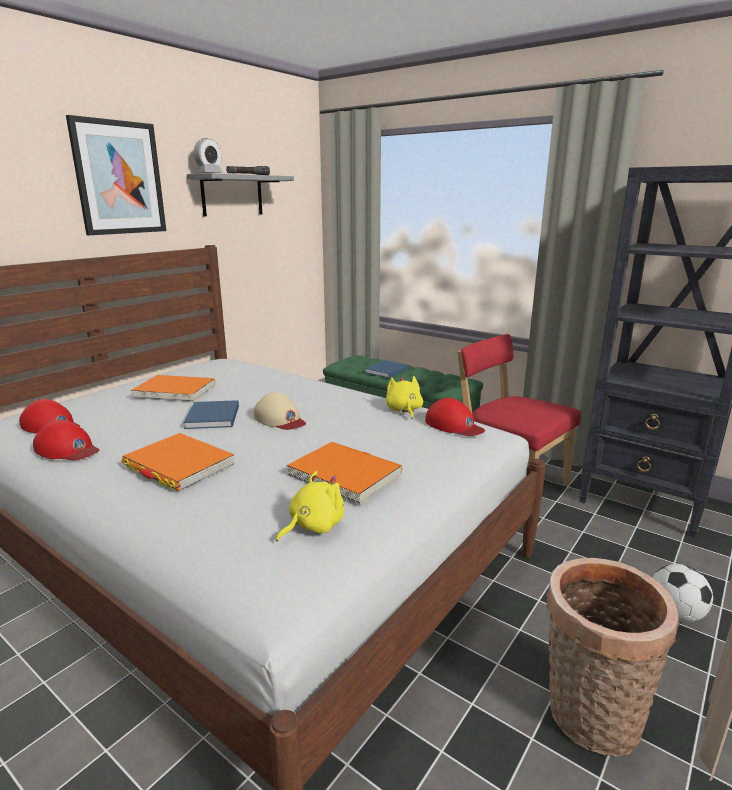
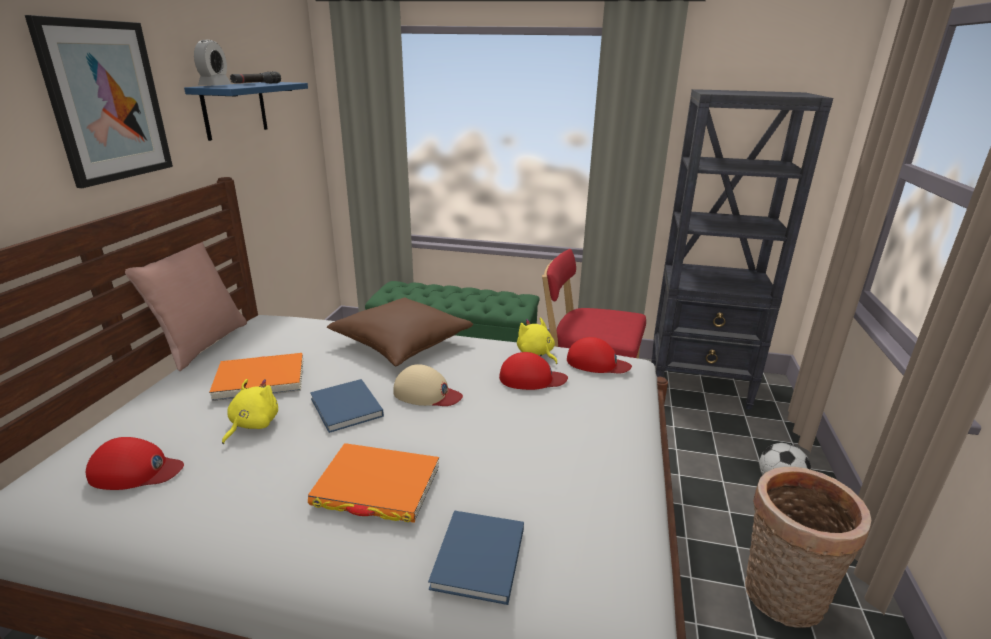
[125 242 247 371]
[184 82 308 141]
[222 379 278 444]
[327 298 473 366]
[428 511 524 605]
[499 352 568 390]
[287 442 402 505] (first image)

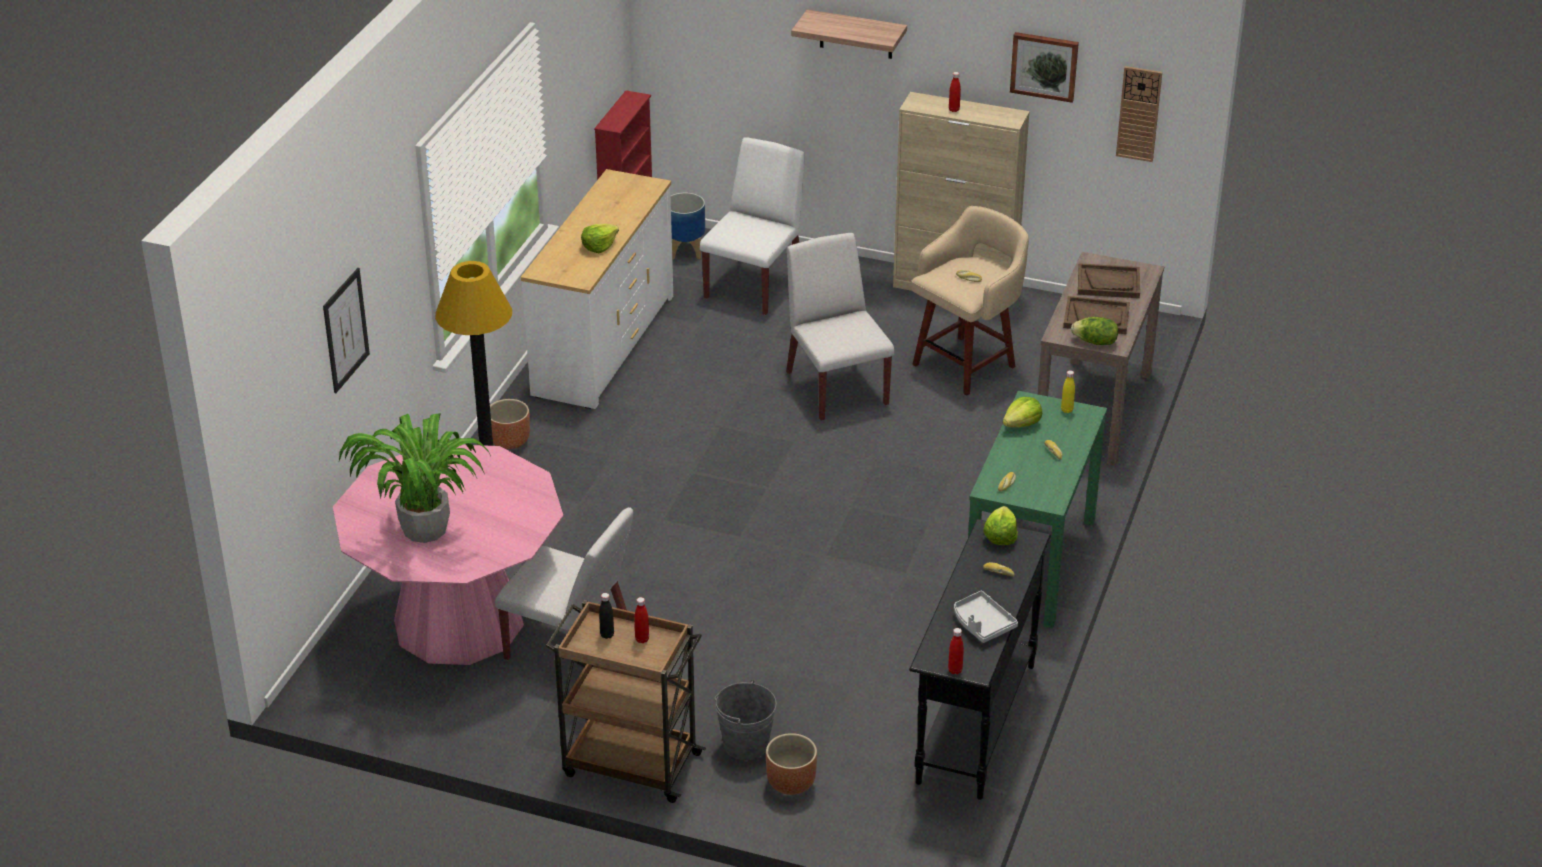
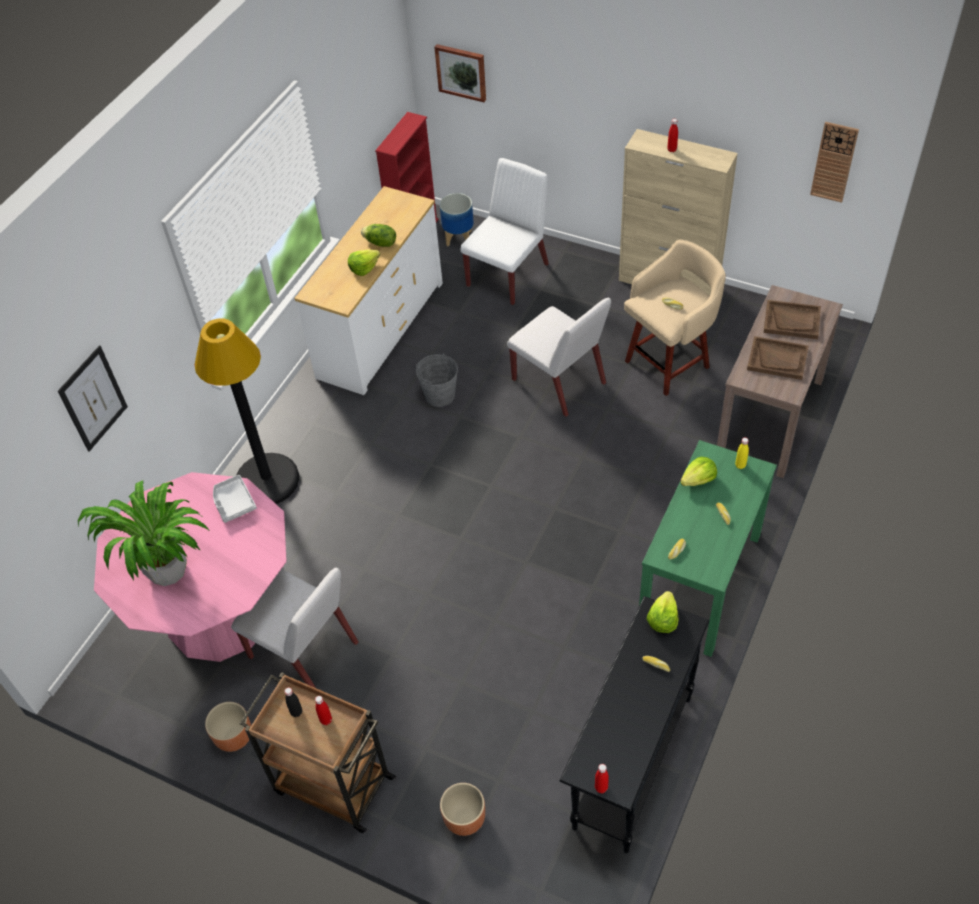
[205 702 251 752]
[213 475 257 523]
[361 224 396 247]
[416 353 458 407]
[434 44 486 102]
[507 298 611 417]
[791 9 907 59] (first image)

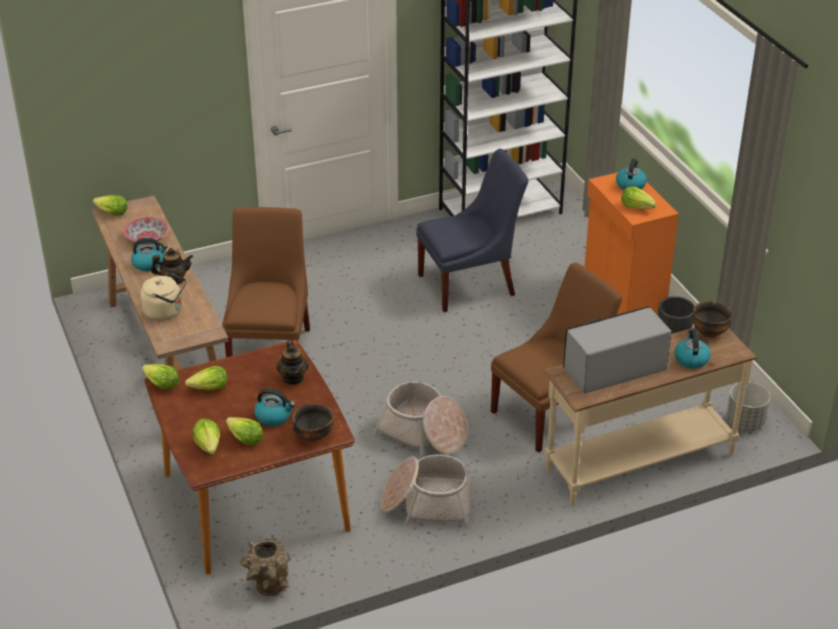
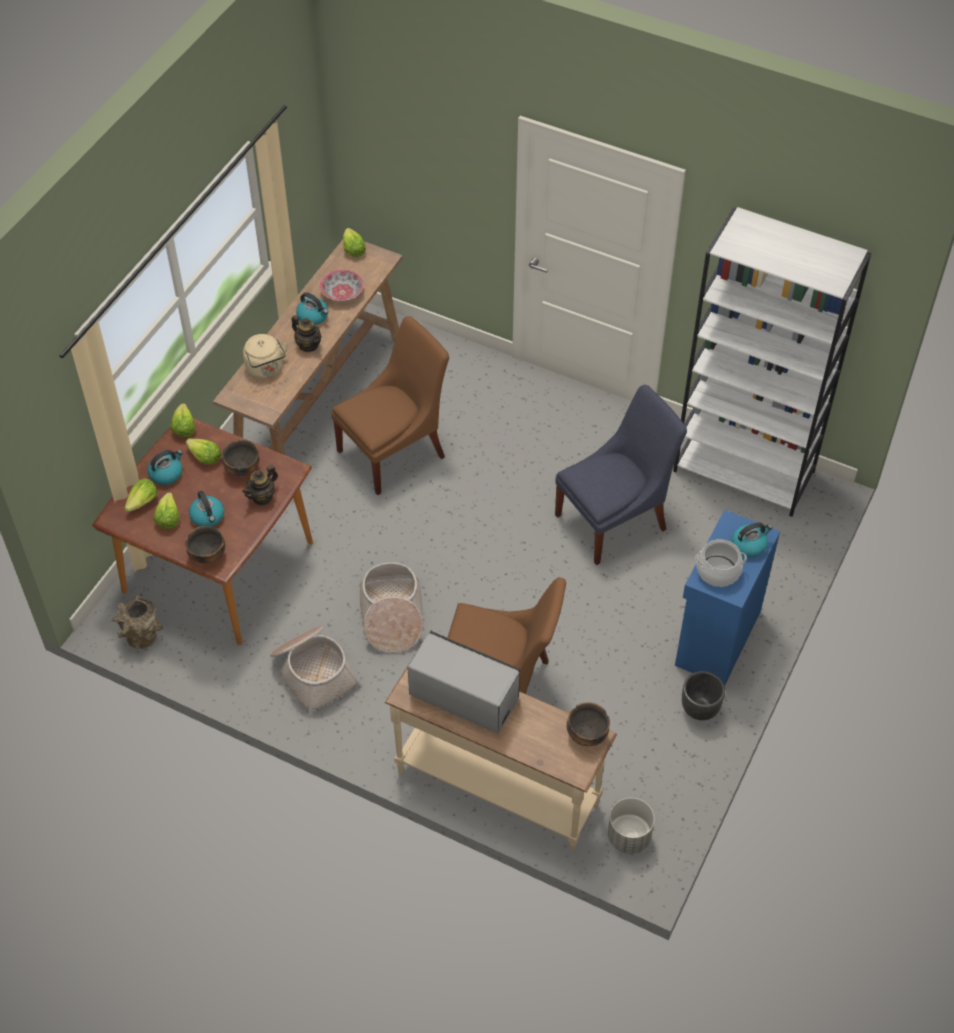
[147 450 183 485]
[222 439 259 476]
[555 385 687 565]
[675 510 780 686]
[695 539 747 587]

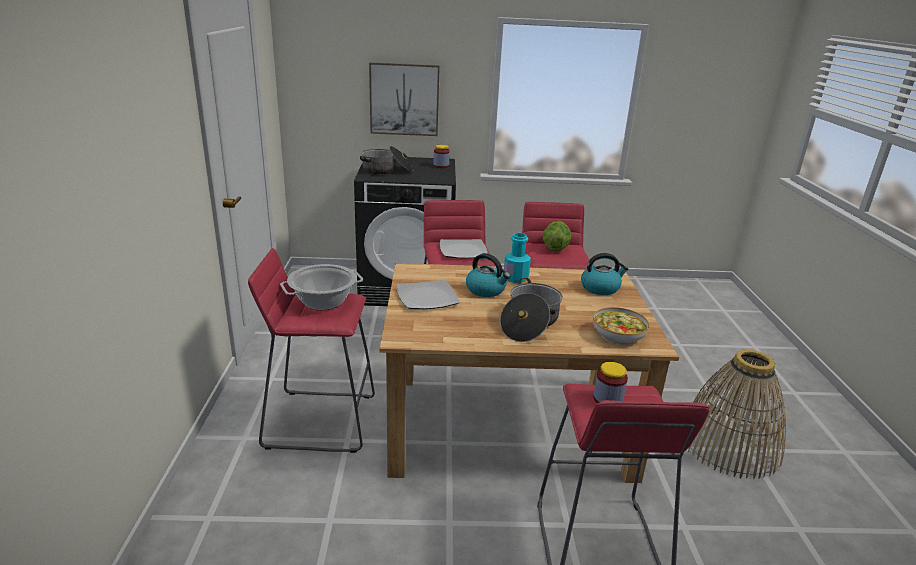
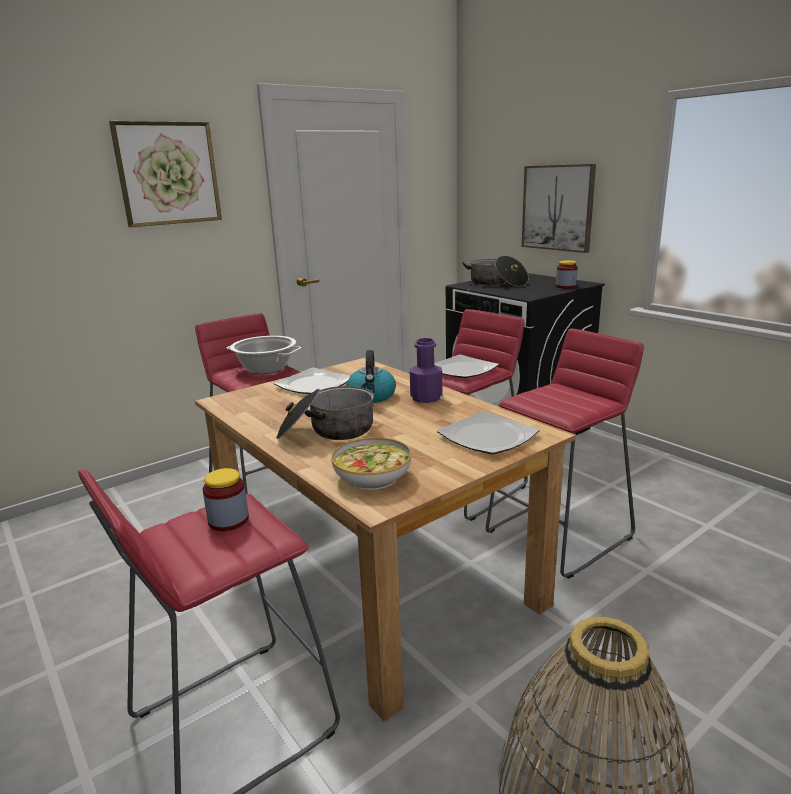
[109 121 222 227]
[409 338 442 403]
[437 411 540 454]
[542 221 571 252] (first image)

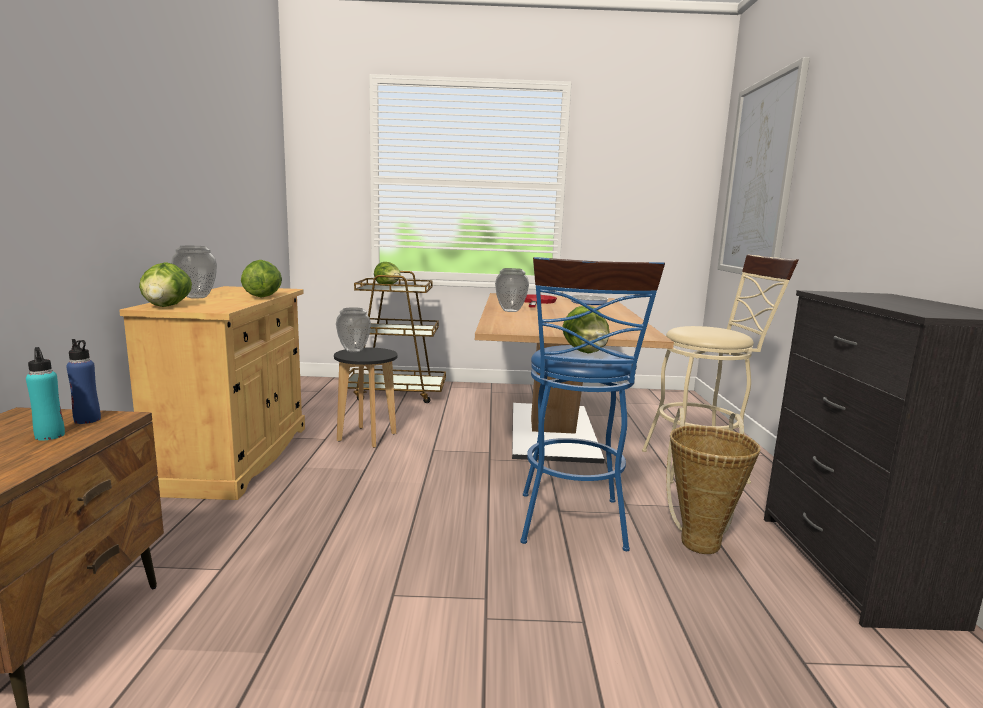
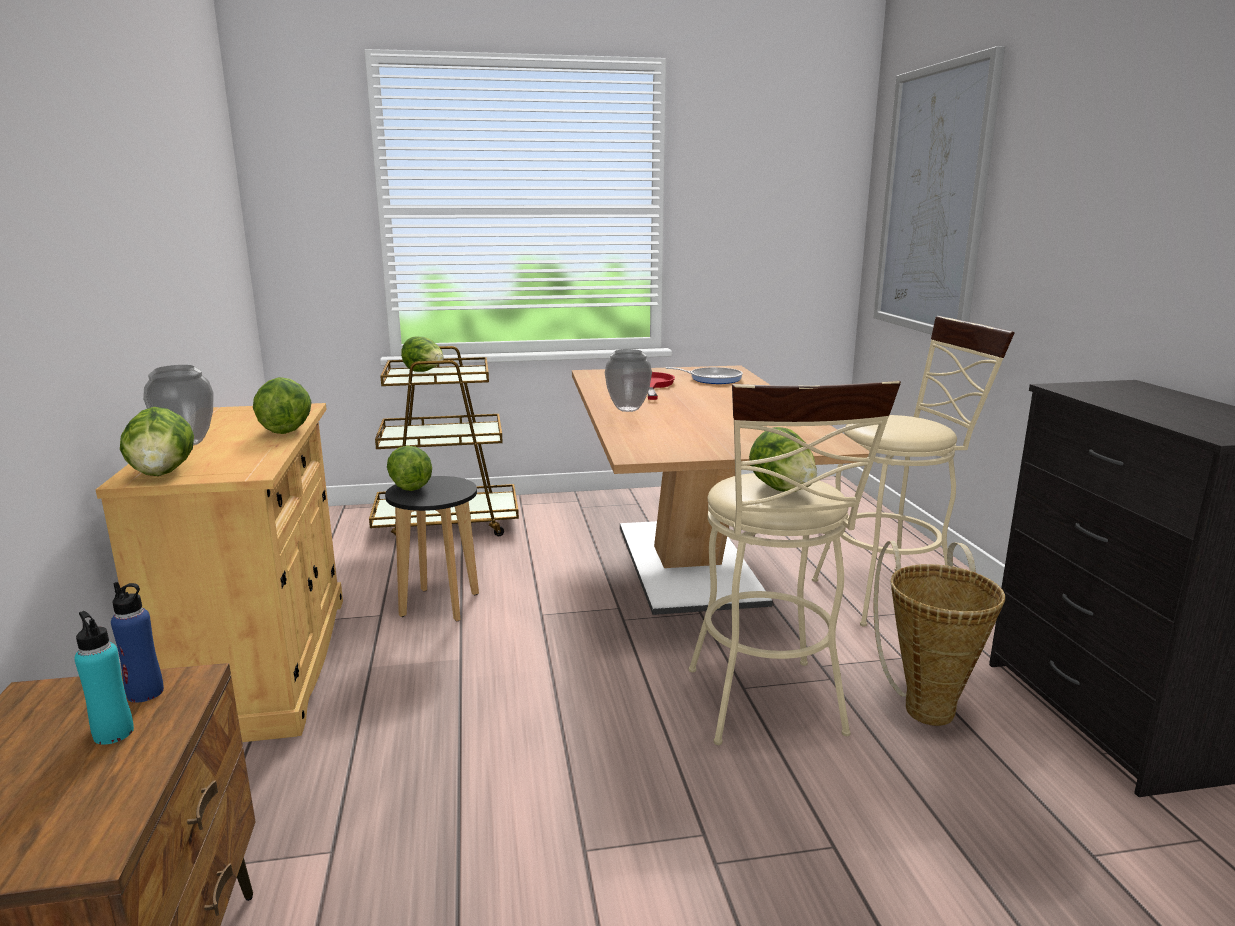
[387 446 432 491]
[689 380 901 745]

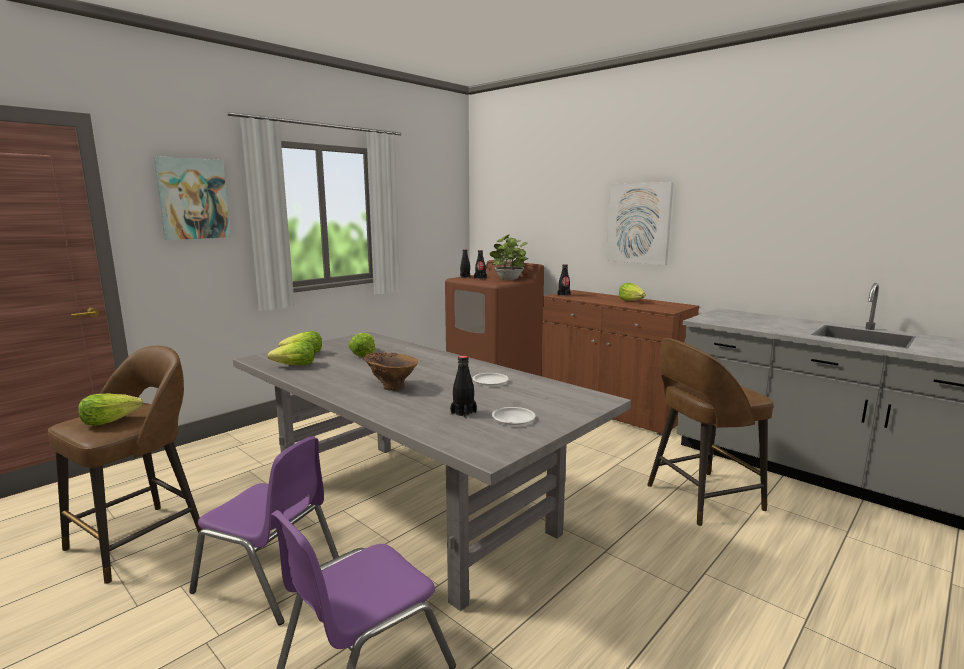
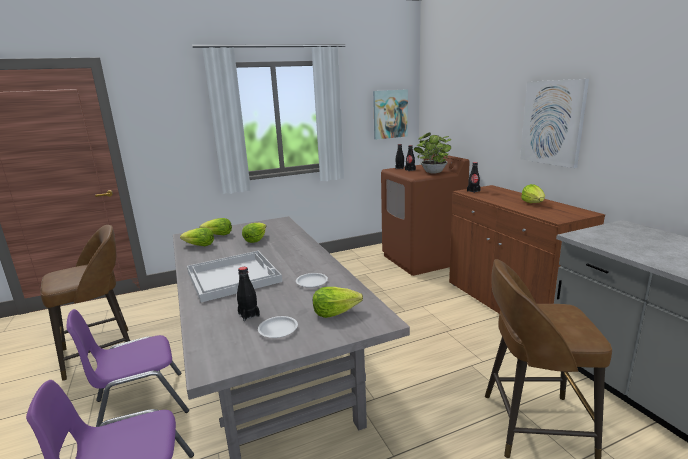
[66 309 189 427]
[187 251 282 302]
[313 287 363 318]
[373 89 408 139]

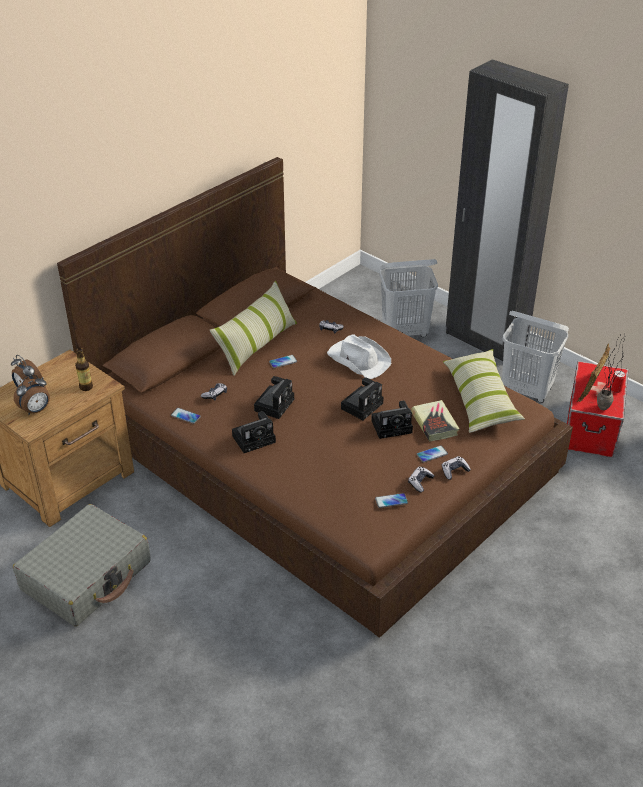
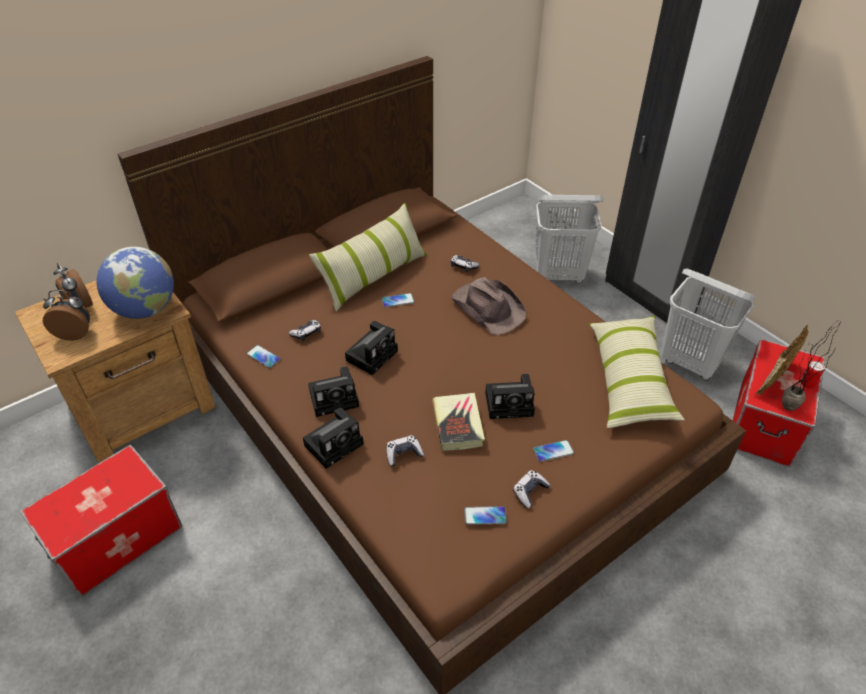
[20 445 182 597]
[43 290 90 341]
[97 247 174 319]
[303 408 364 469]
[386 435 424 466]
[432 393 485 451]
[451 277 527 335]

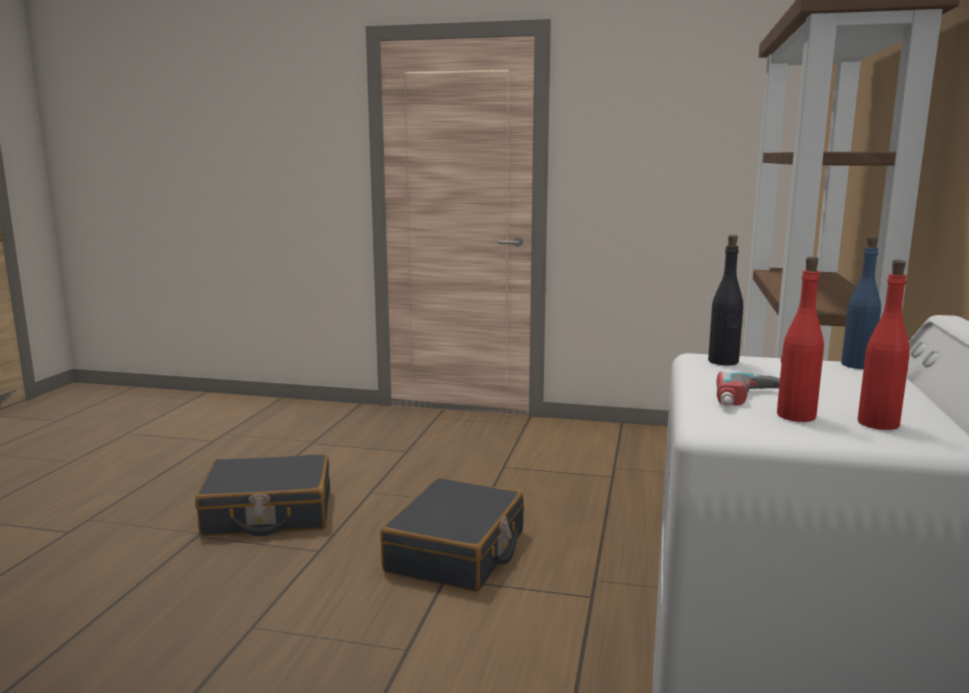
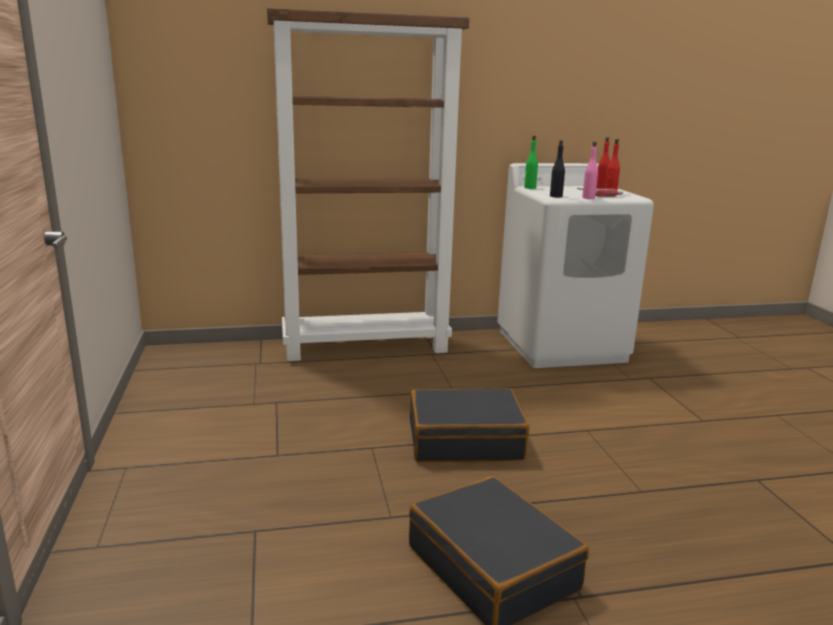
[524 136 538 189]
[582 142 598 199]

